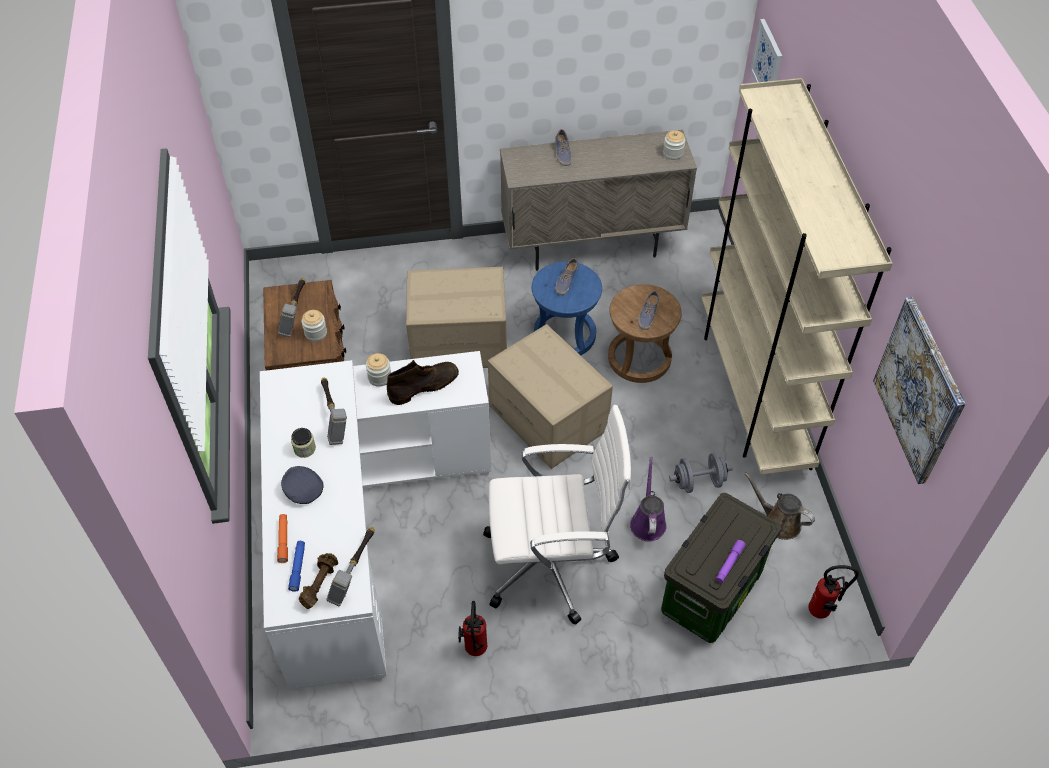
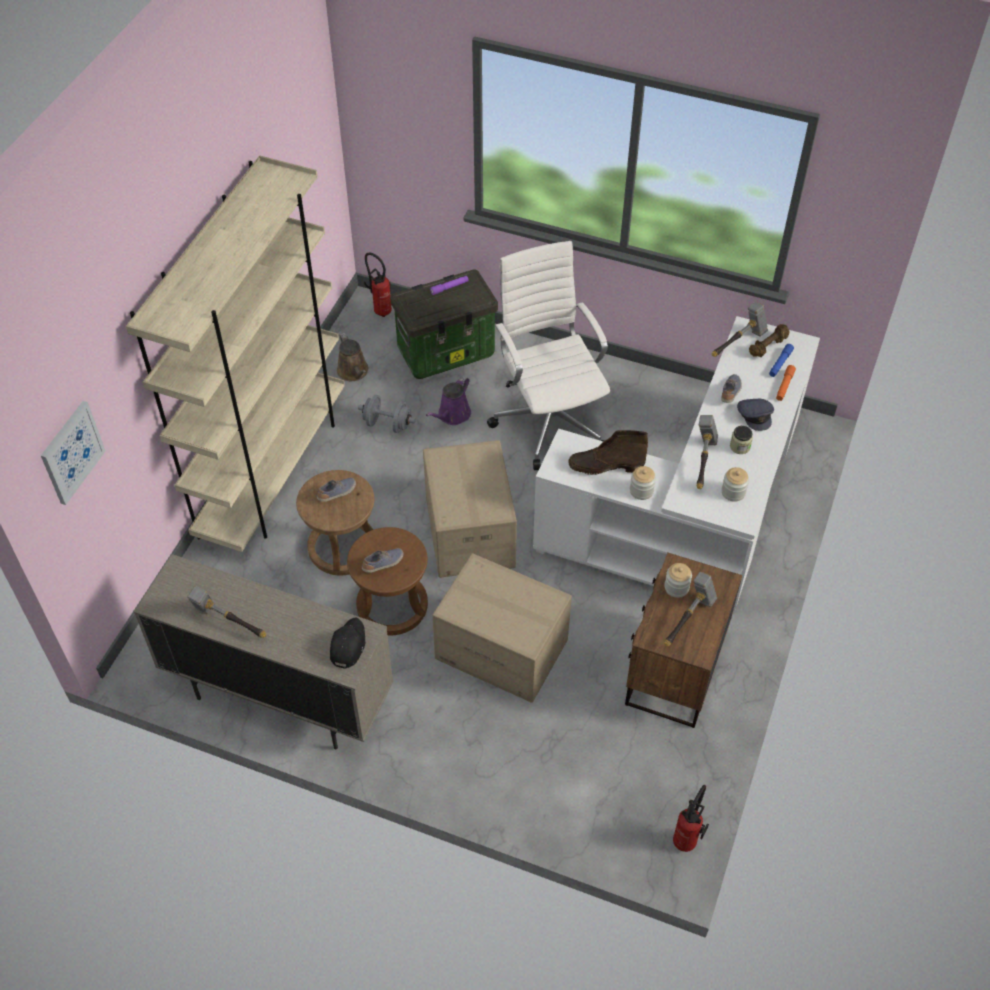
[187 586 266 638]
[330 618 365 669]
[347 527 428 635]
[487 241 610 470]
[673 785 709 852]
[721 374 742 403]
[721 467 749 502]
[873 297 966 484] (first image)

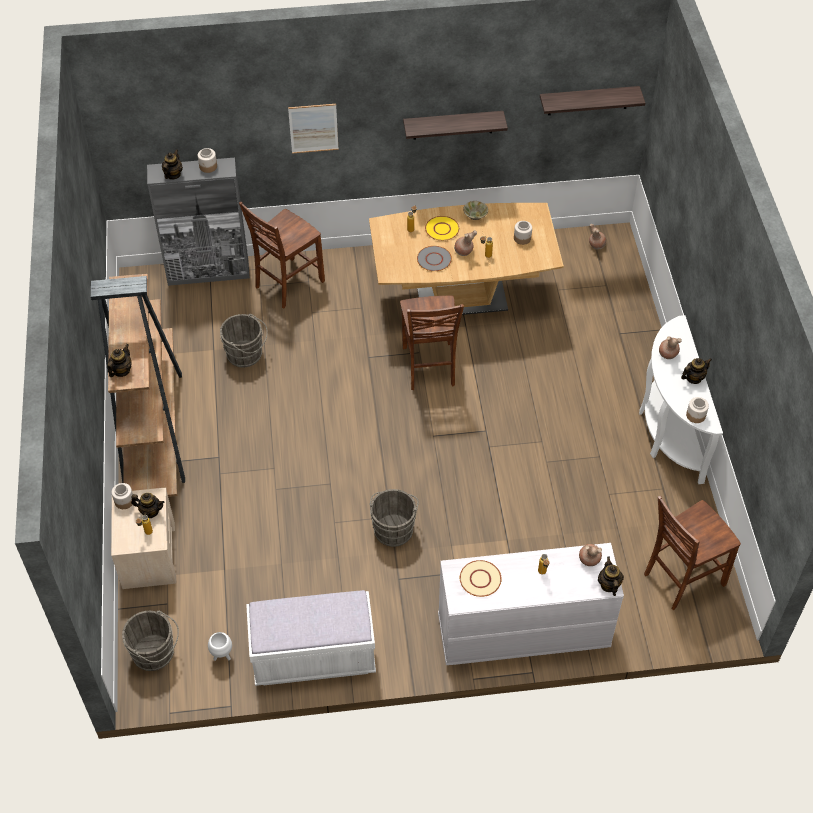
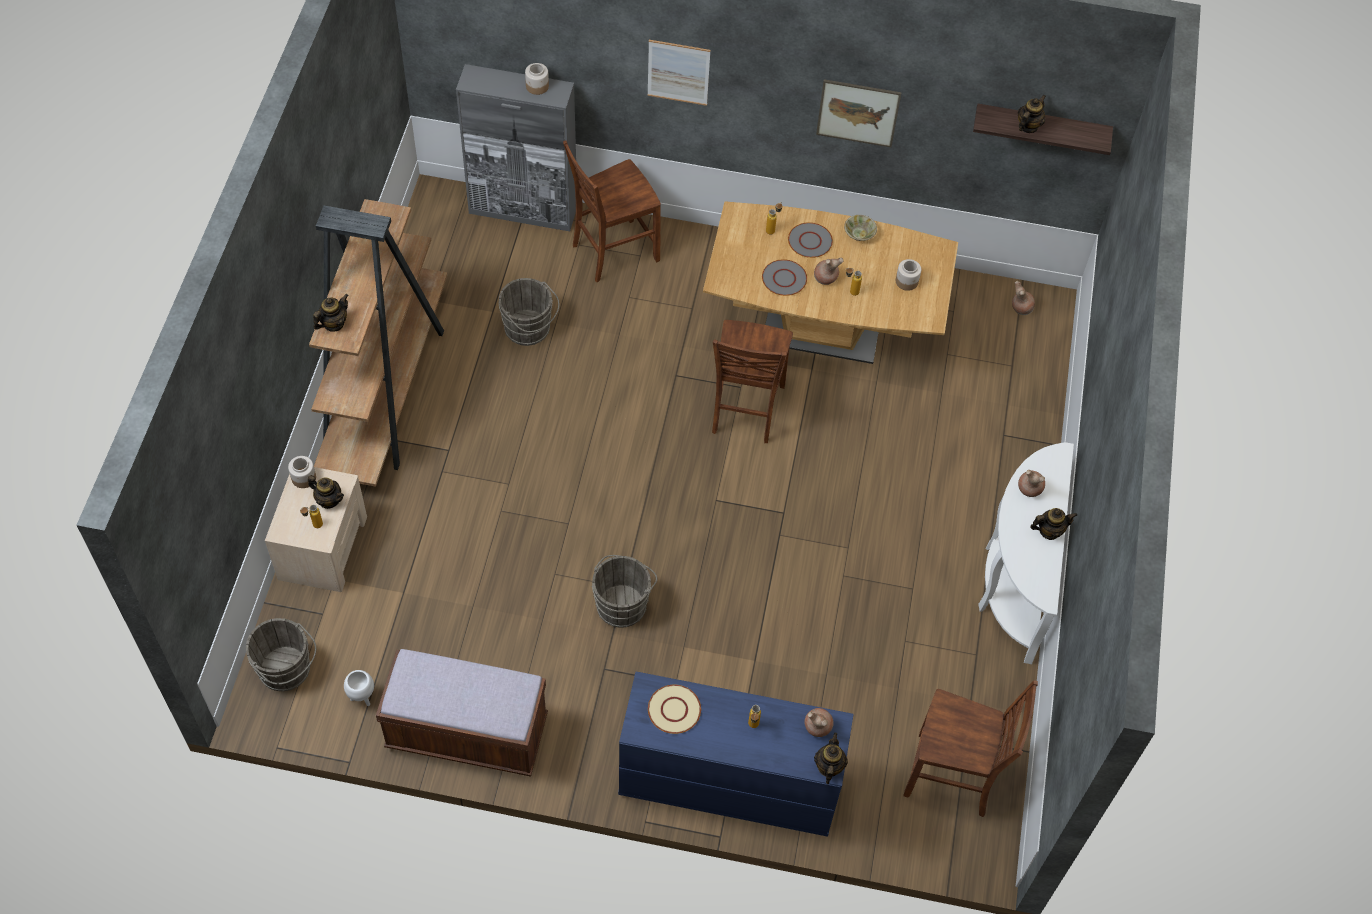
[376 649 548 777]
[618 672 854 837]
[788 222 833 258]
[816 79 902 147]
[903 680 1038 817]
[1018 95 1046 133]
[686 397 709 423] (first image)

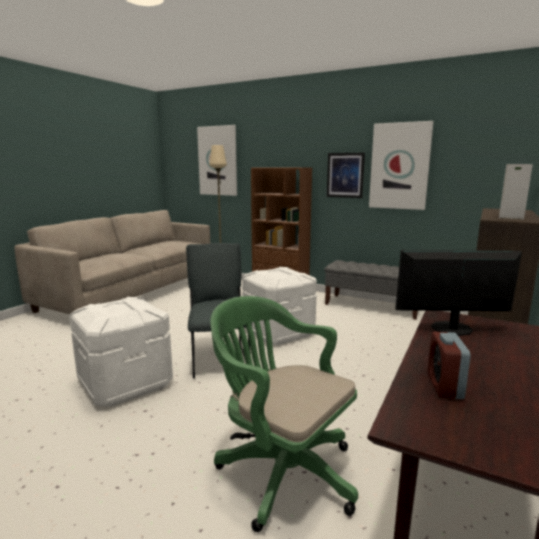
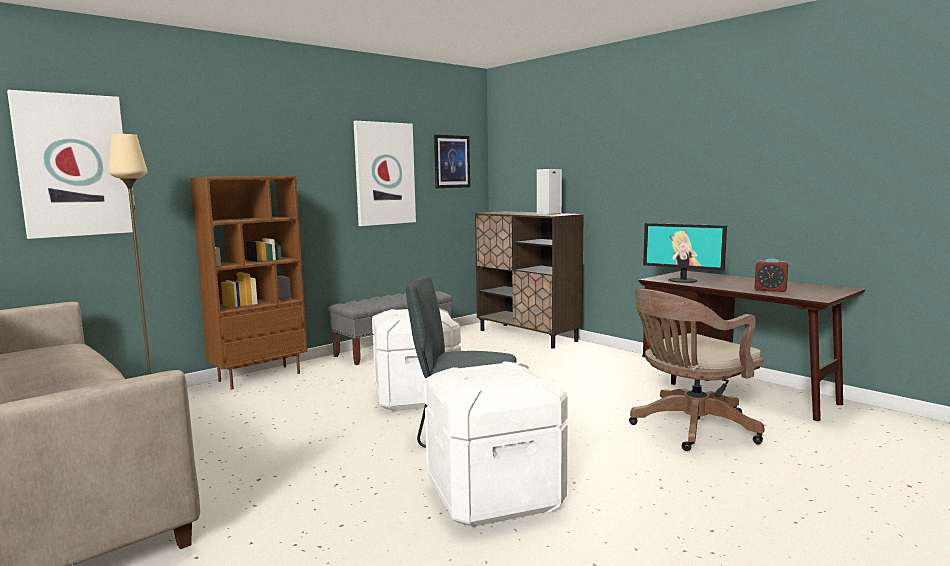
[434 135 470 188]
[629 289 764 451]
[643 223 727 283]

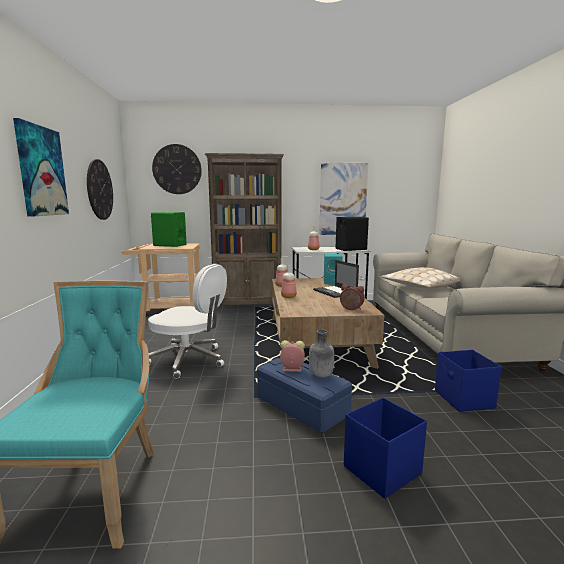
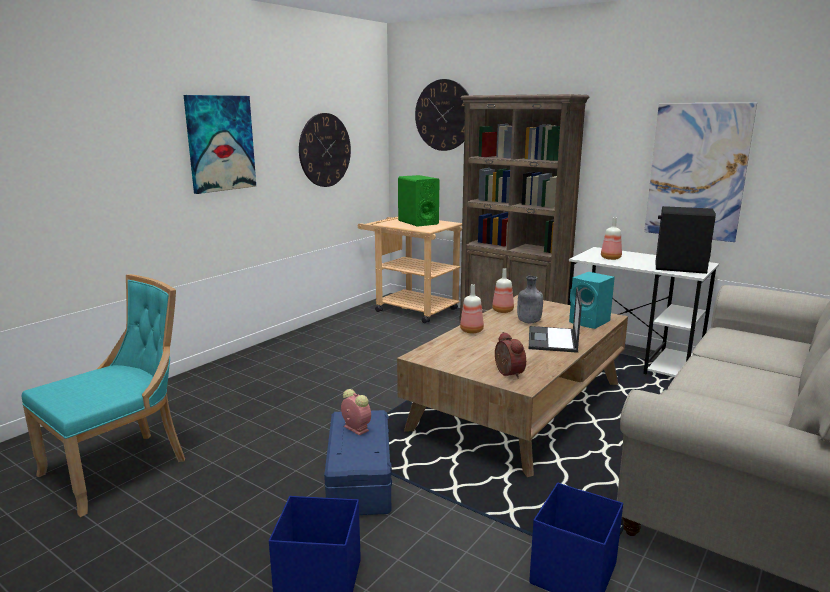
[517 276 543 323]
[148 264 227 379] (first image)
[381 267 460 288] (first image)

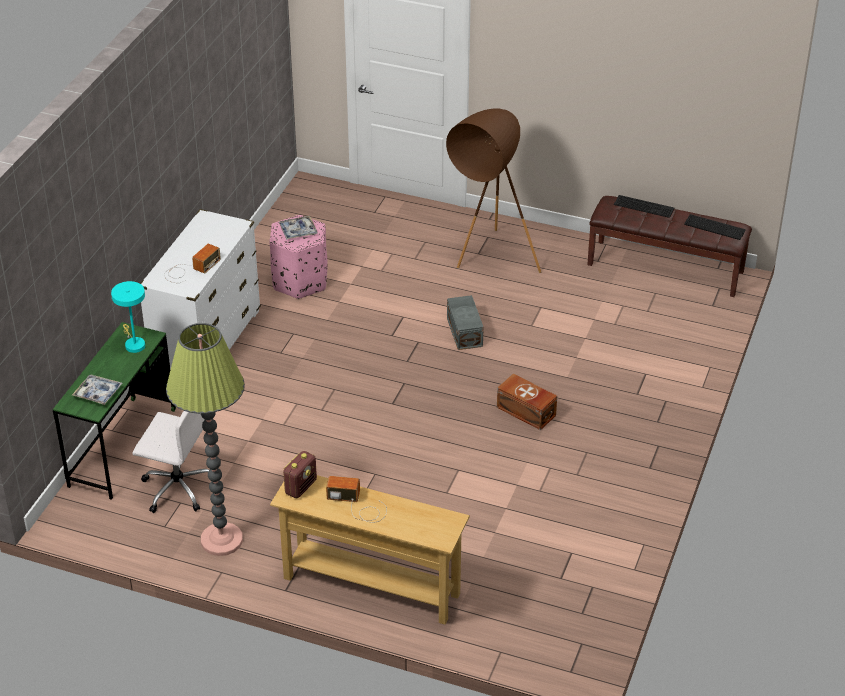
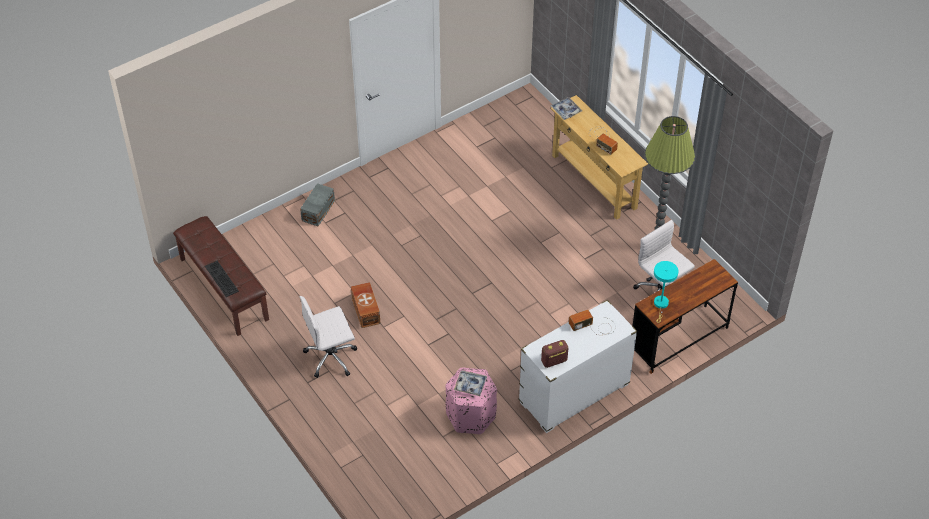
[300 183 335 226]
[300 296 357 378]
[351 282 380 328]
[541 340 568 368]
[550 97 582 120]
[632 259 738 374]
[684 214 746 240] (first image)

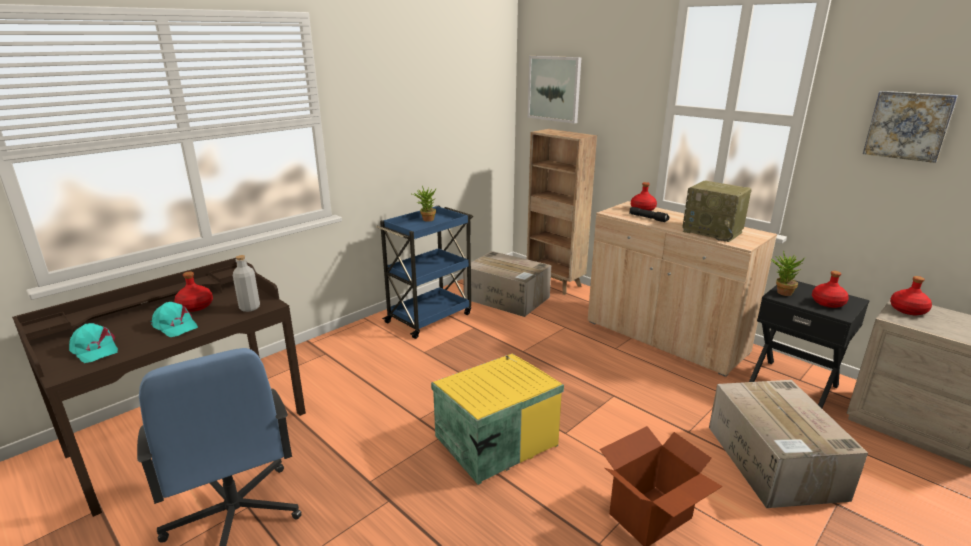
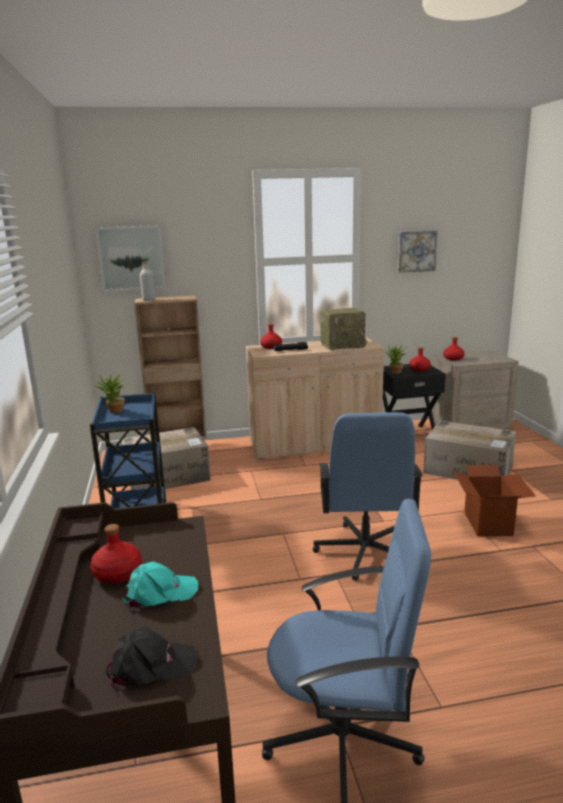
[106 627 197 689]
[140 262 155 301]
[313 412 423 581]

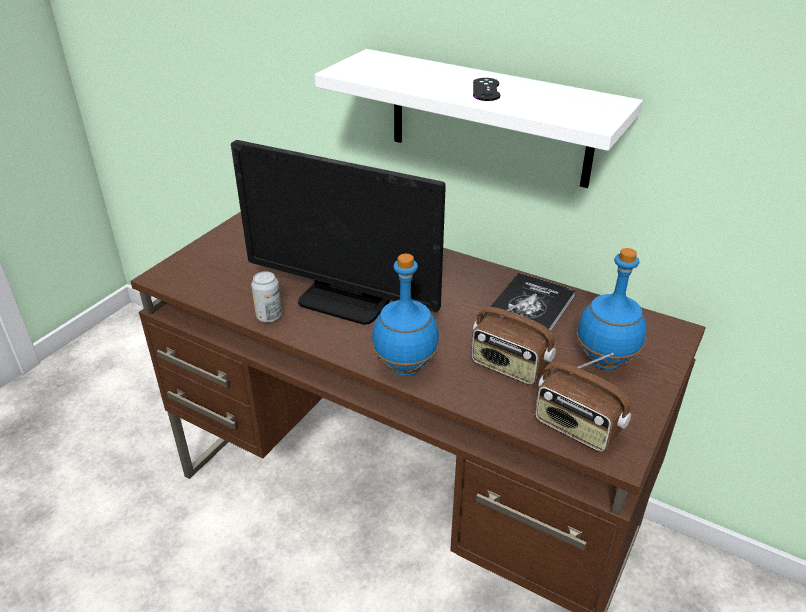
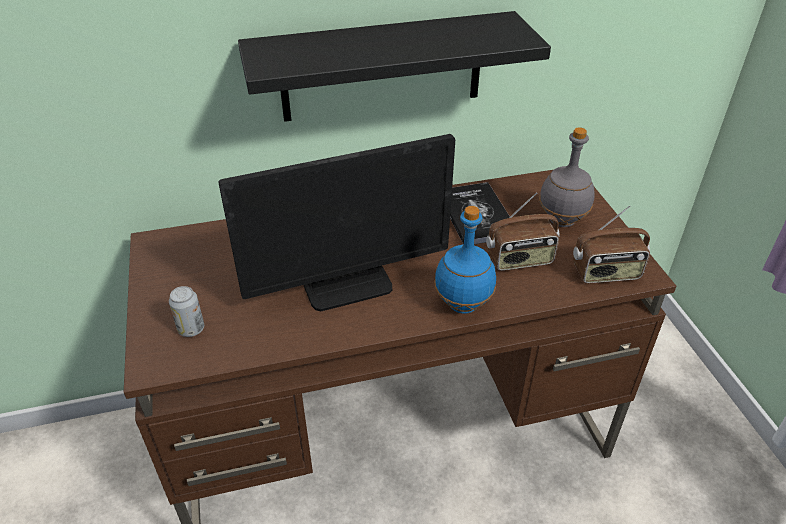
[169 286 204 337]
[238 11 551 122]
[539 127 595 227]
[473 78 500 101] (first image)

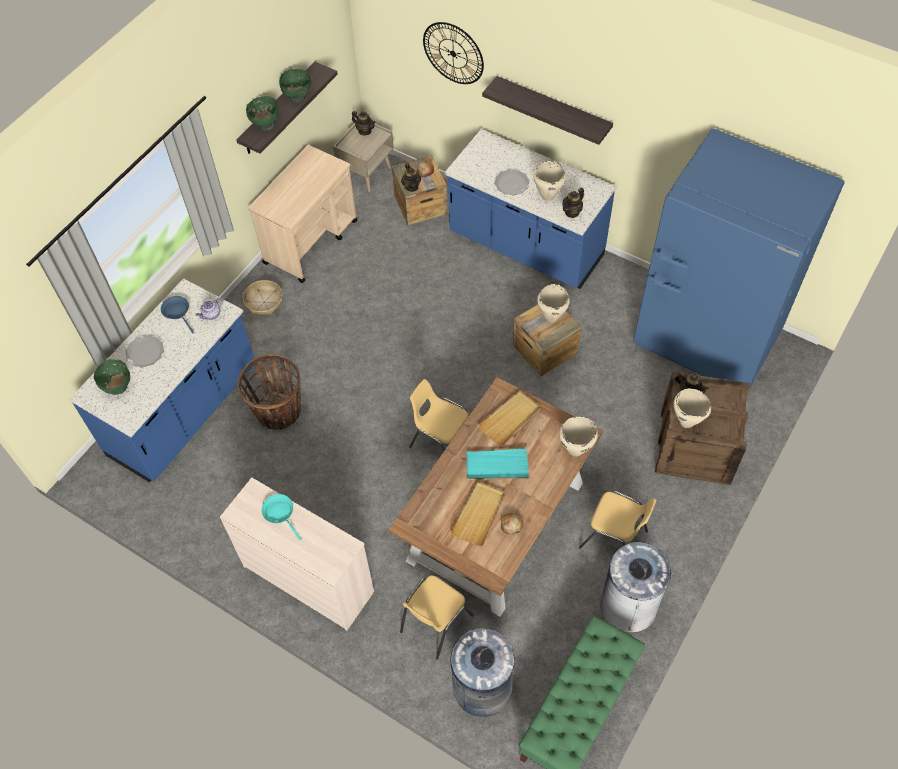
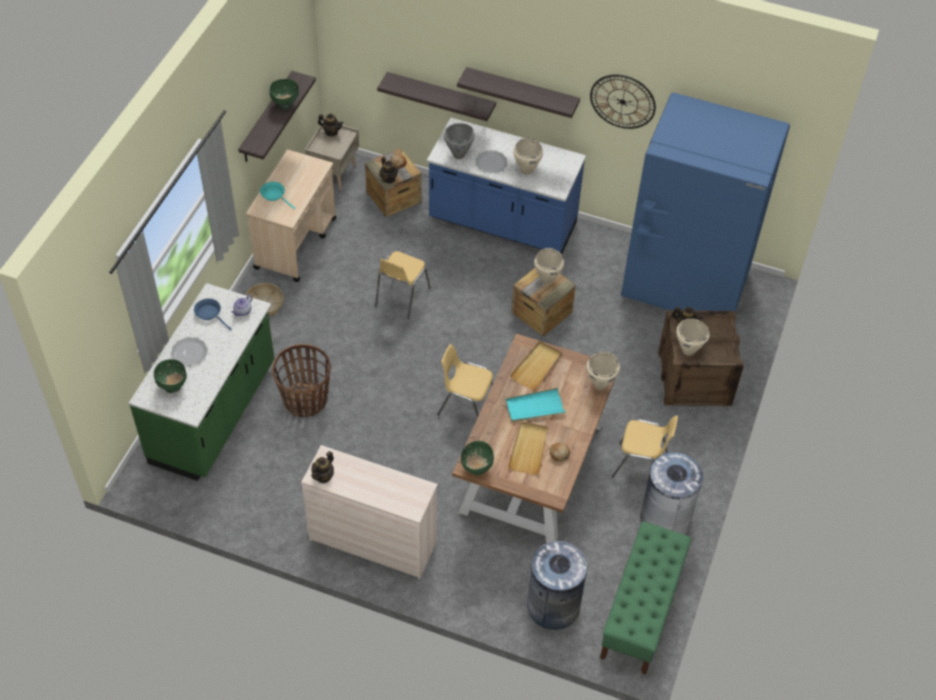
[129 283 275 481]
[260 182 295 209]
[311 451 334 483]
[375 251 431 319]
[377 72 496 121]
[444 123 475 159]
[461 441 494 475]
[590 75 656 129]

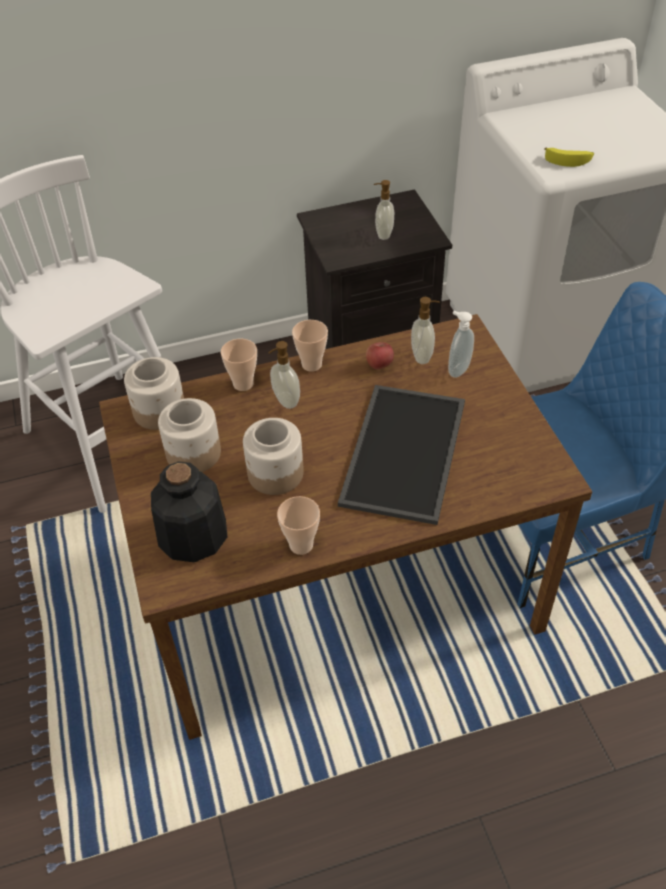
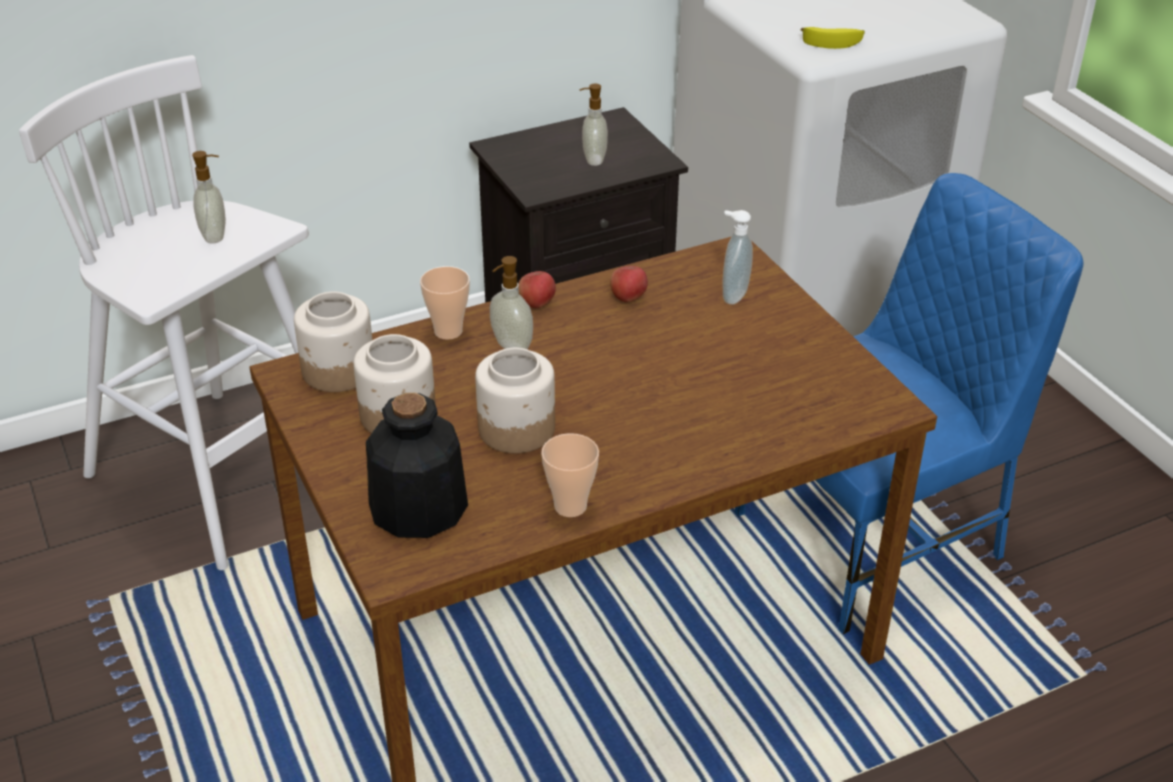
[192 151 226 243]
[518 271 556 308]
[338 385 465 525] (first image)

